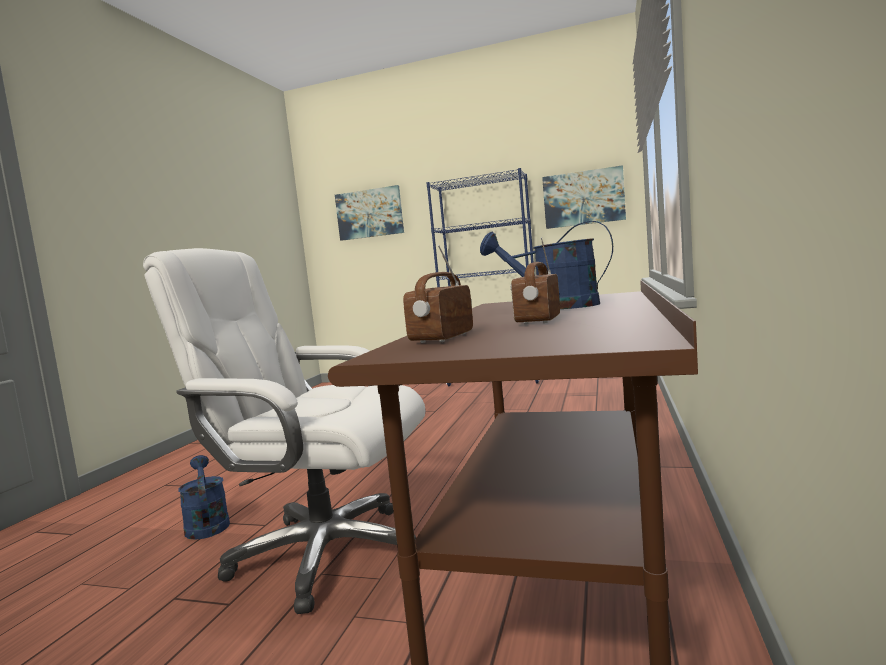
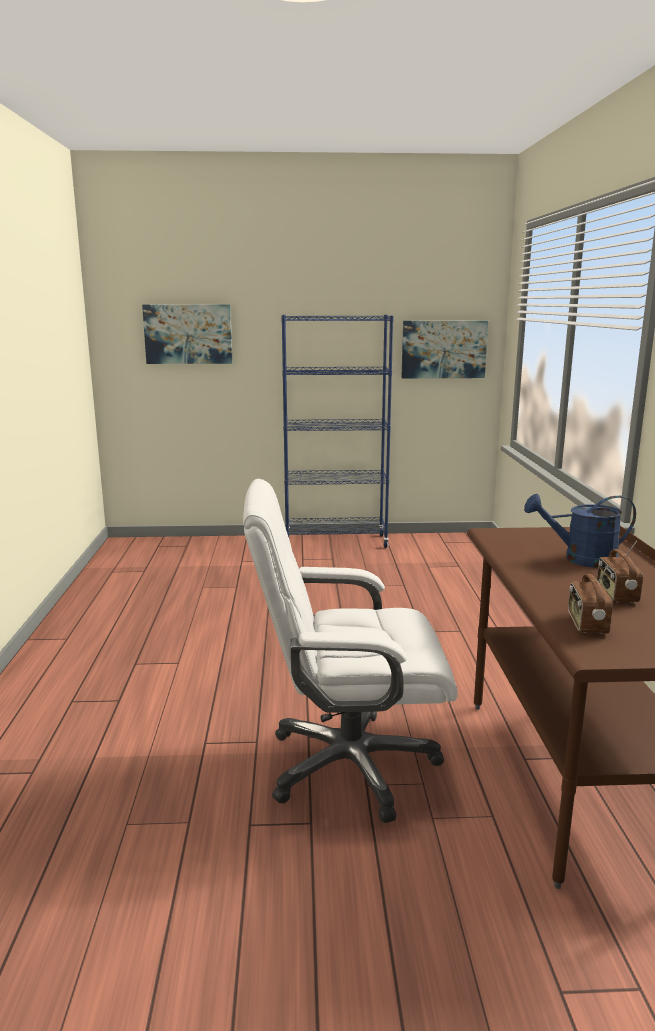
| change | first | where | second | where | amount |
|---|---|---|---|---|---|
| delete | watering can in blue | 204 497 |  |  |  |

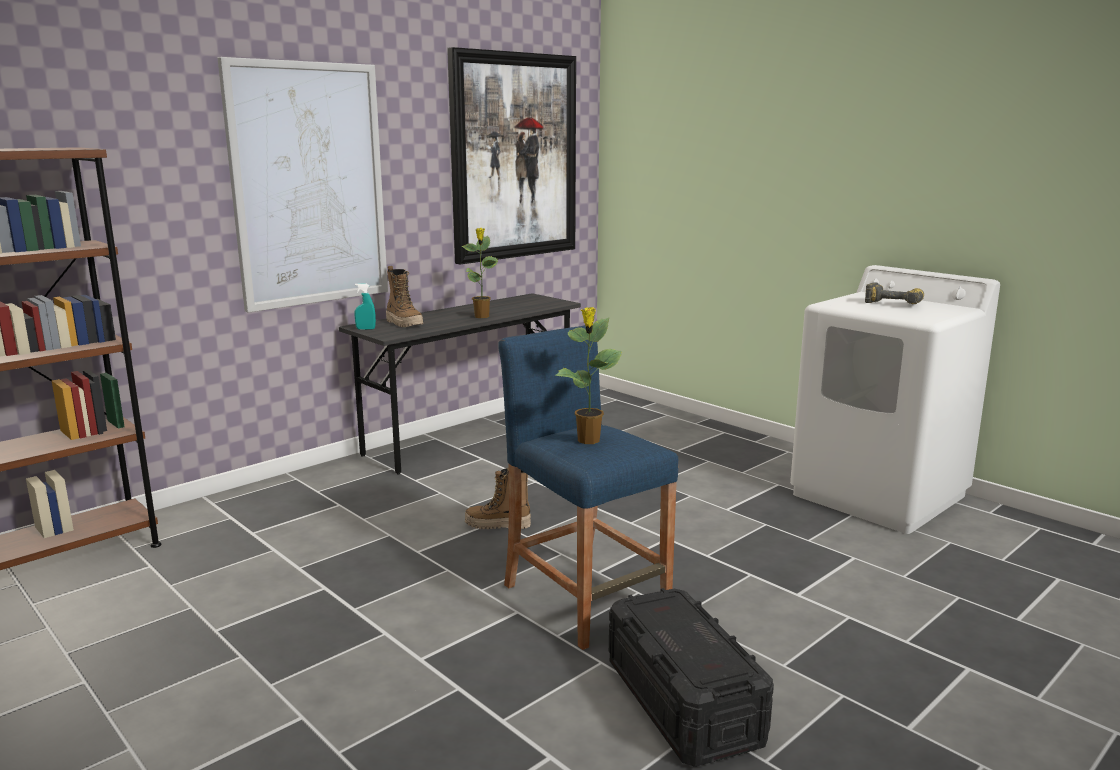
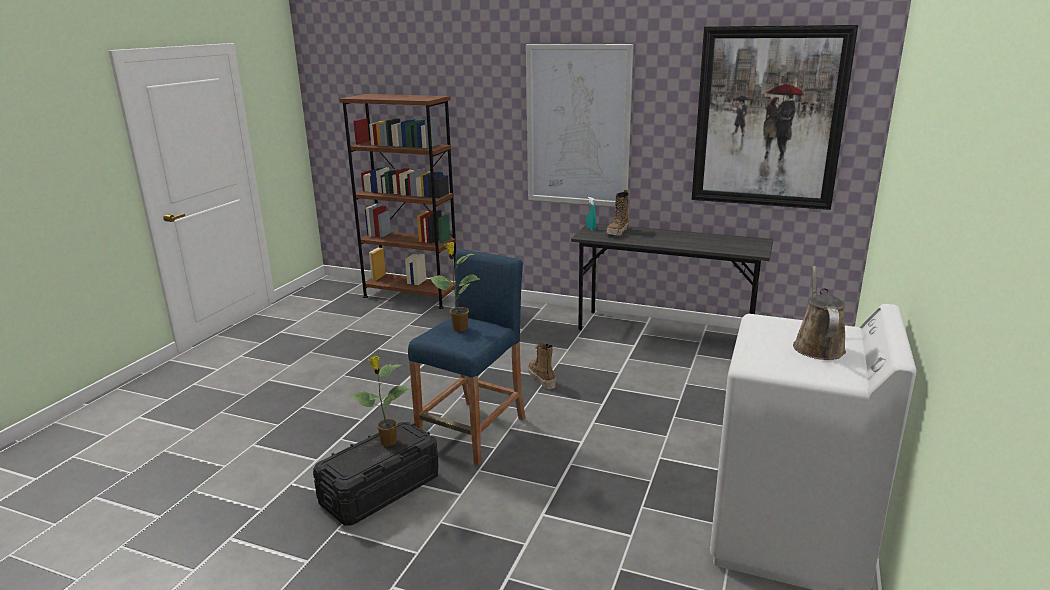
| change | first | where | second | where | amount |
|---|---|---|---|---|---|
| move | potted plant | 480 273 |  | 381 401 |  |
| replace | power drill | 894 293 | watering can in brown | 819 313 |  |

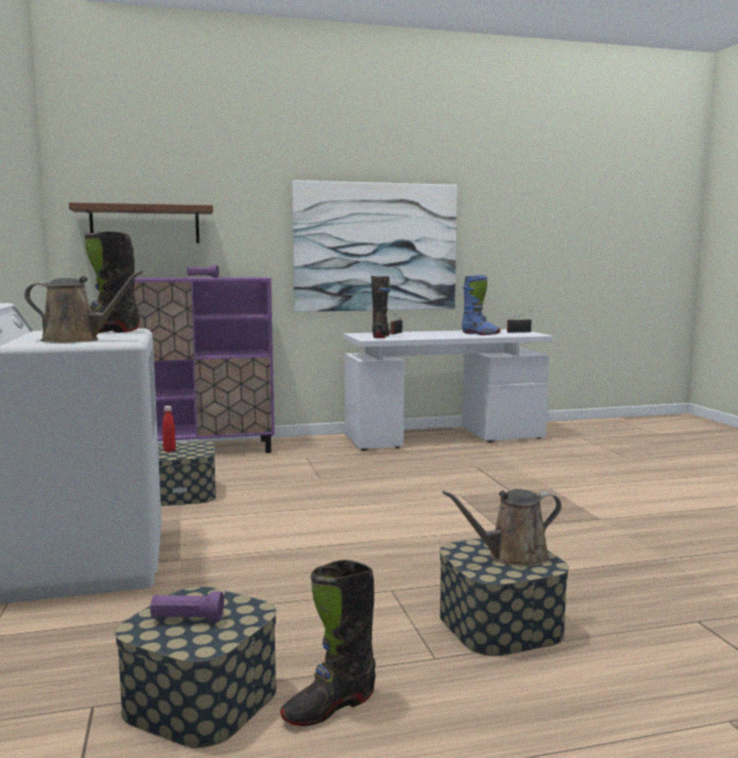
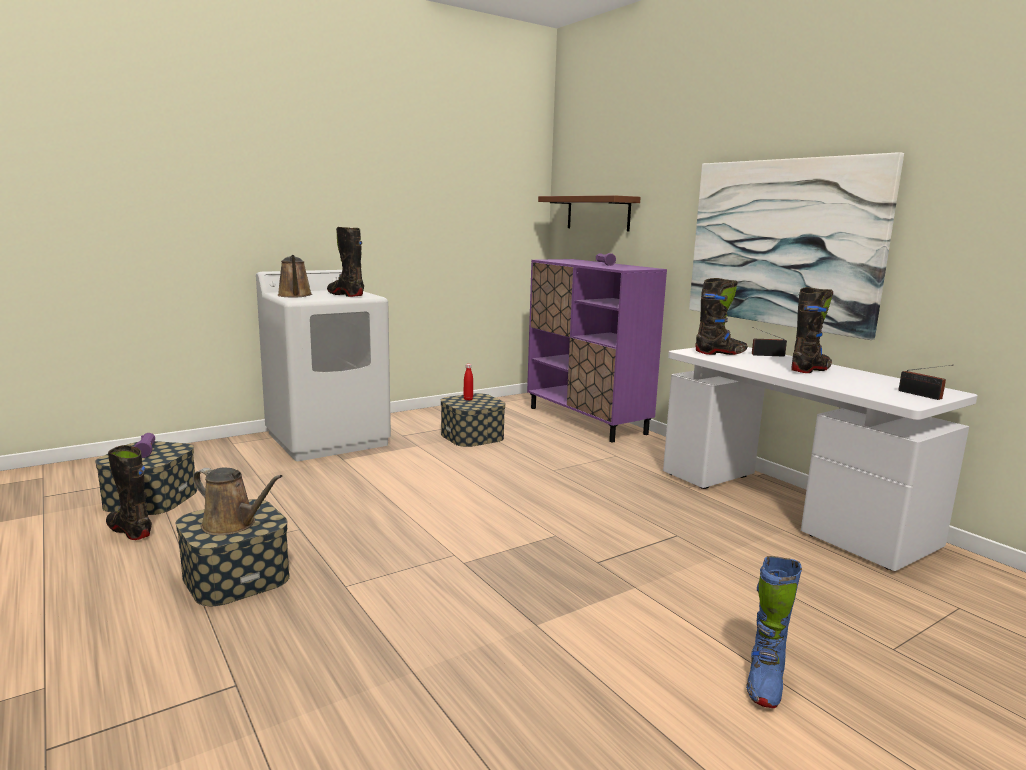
| change | first | where | second | where | amount |
|---|---|---|---|---|---|
| rotate | watering can in brown | 502 527 |  | 238 501 | 150 degrees clockwise |
| move | boot in blue | 481 305 |  | 774 632 |  |
| insert |  |  | boot in black | 812 330 |  |

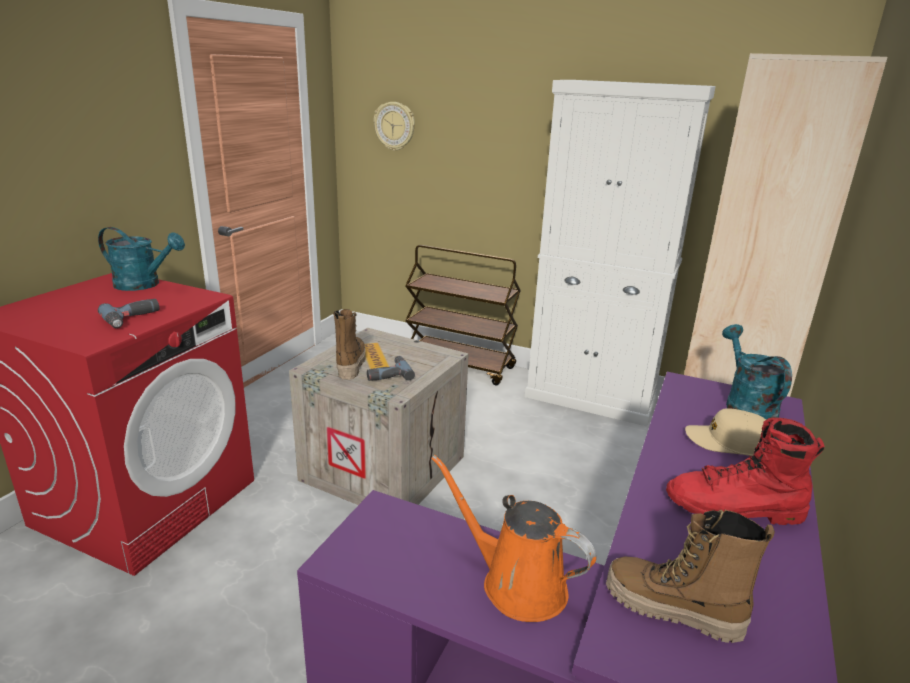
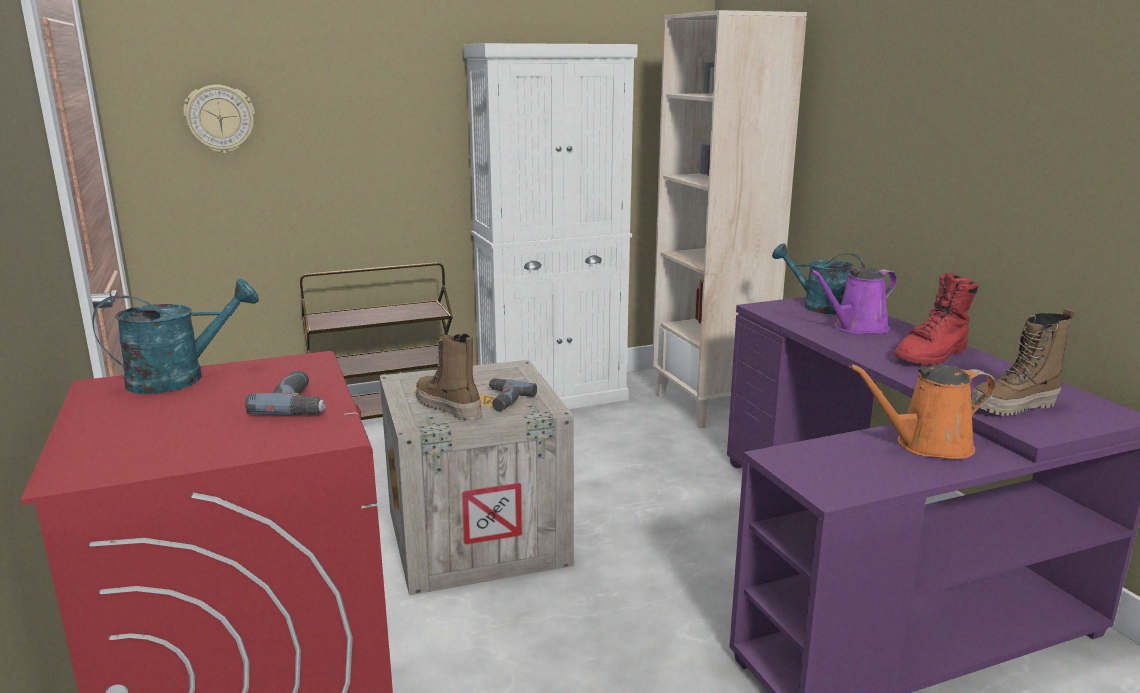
| change | first | where | second | where | amount |
|---|---|---|---|---|---|
| replace | cap in beige | 725 432 | watering can in purple | 853 300 |  |

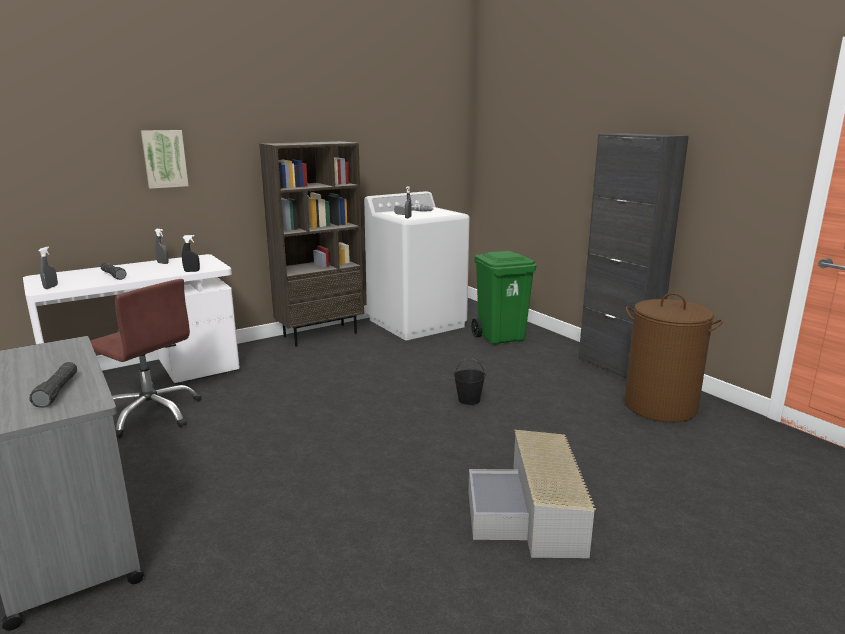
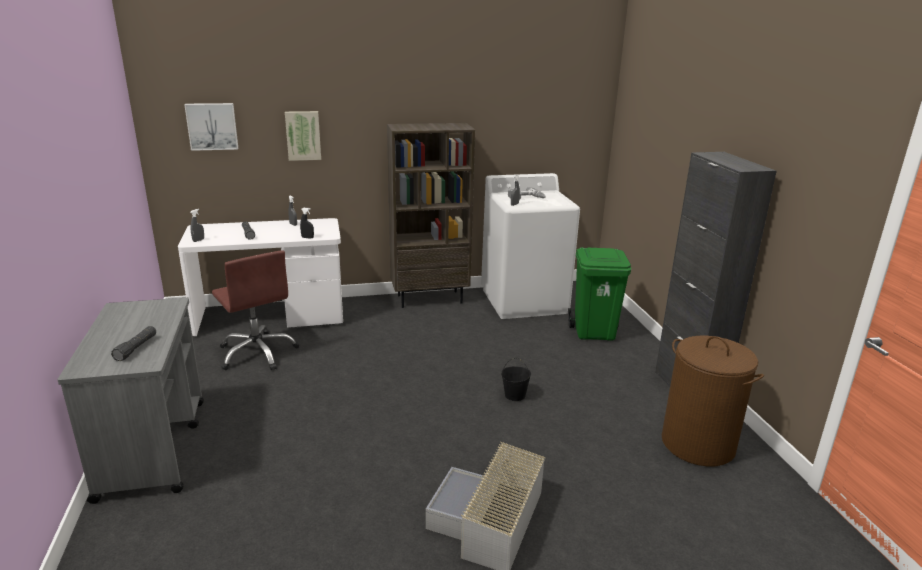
| change | first | where | second | where | amount |
|---|---|---|---|---|---|
| insert |  |  | picture | 211 127 |  |

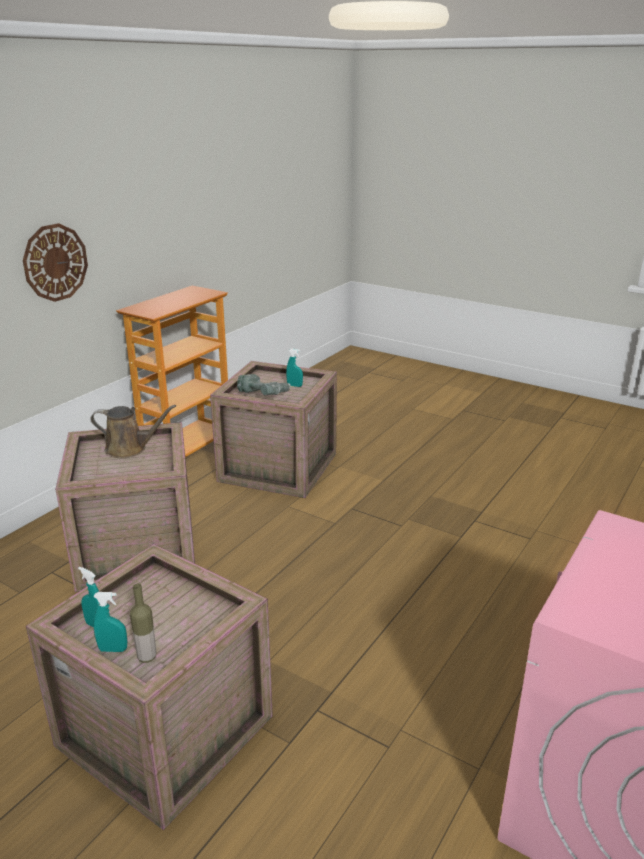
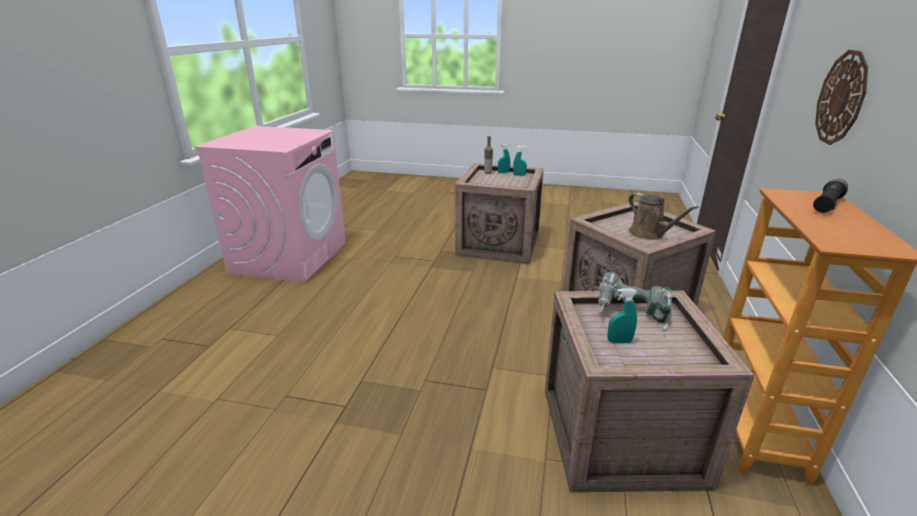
| change | first | where | second | where | amount |
|---|---|---|---|---|---|
| rotate | watering can in brown | 133 431 |  | 663 216 | 105 degrees counterclockwise |
| insert |  |  | flashlight in black | 830 196 |  |

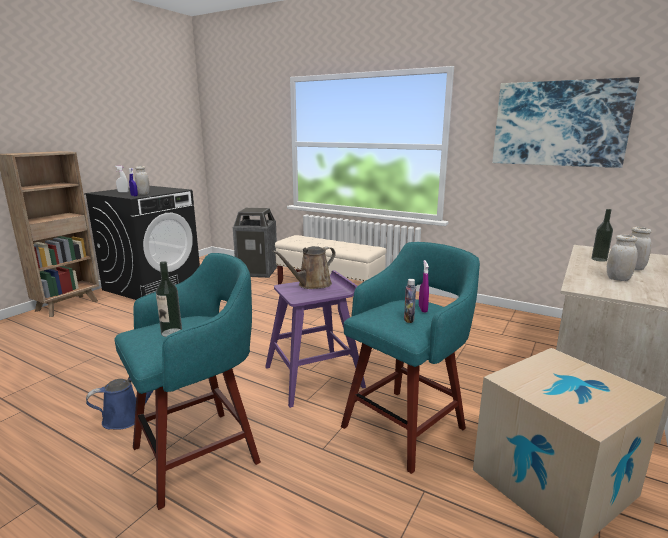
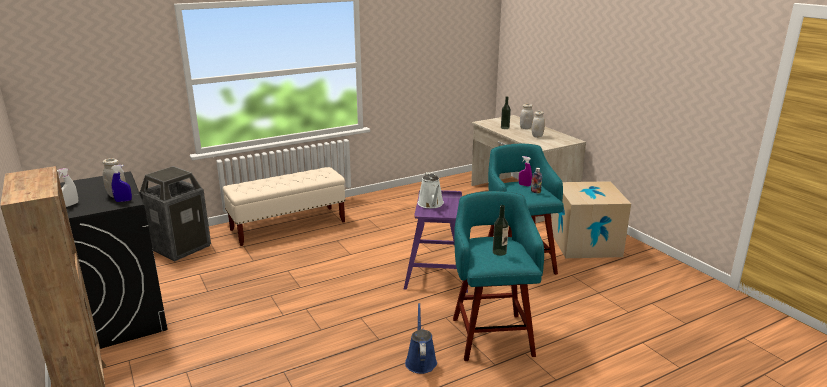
| change | first | where | second | where | amount |
|---|---|---|---|---|---|
| recolor | watering can in brown | 304 267 | watering can in white | 431 190 |  |
| delete | picture | 566 122 |  |  |  |

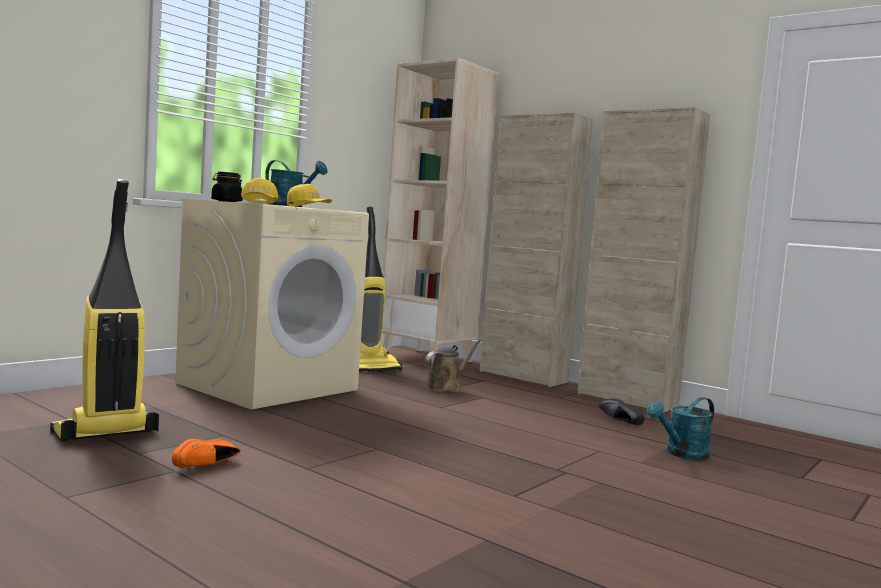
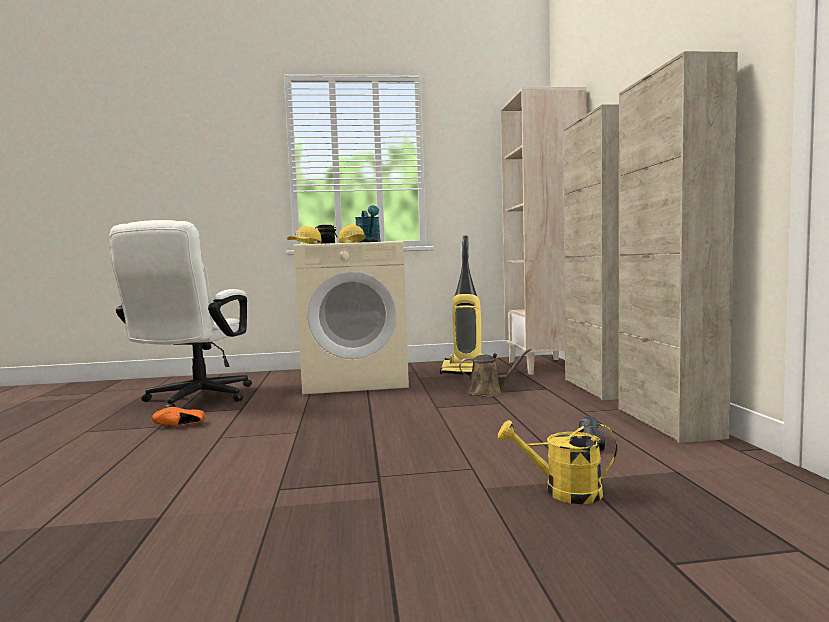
| change | first | where | second | where | amount |
|---|---|---|---|---|---|
| replace | vacuum cleaner | 104 310 | office chair in white | 180 314 |  |
| recolor | watering can in turquoise | 680 428 | watering can in yellow | 557 462 |  |

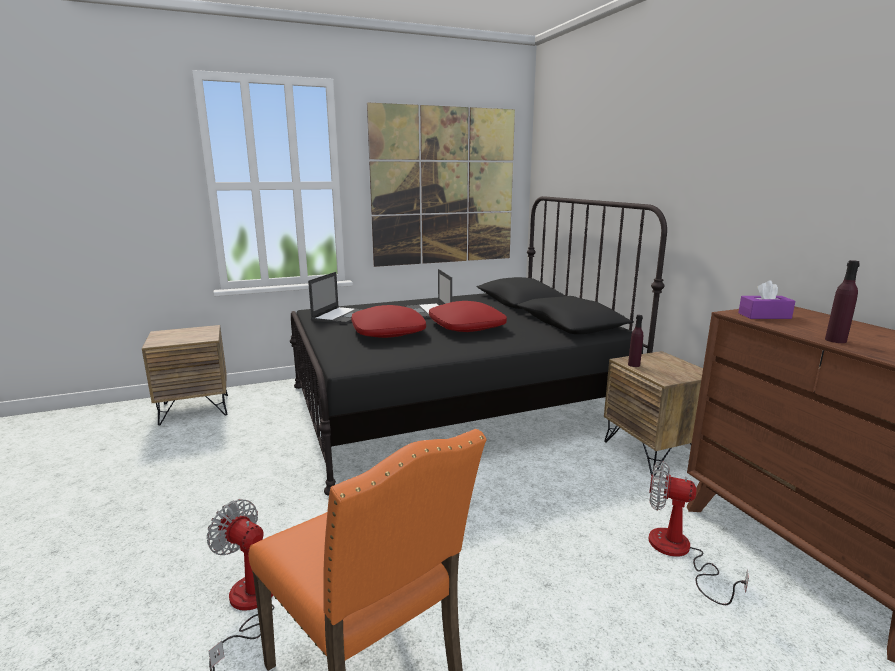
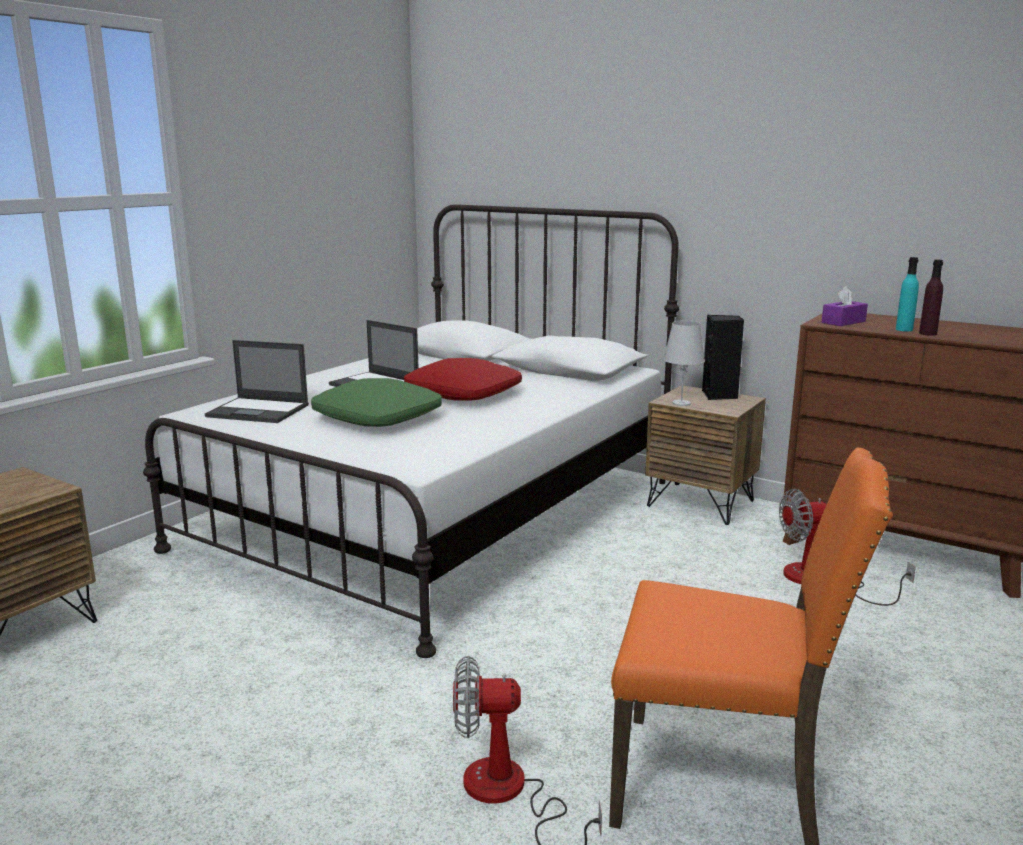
| change | first | where | second | where | amount |
|---|---|---|---|---|---|
| recolor | bed in black | 478 346 | bed in white | 411 431 |  |
| rotate | laptop | 336 298 |  | 257 381 | 120 degrees clockwise |
| recolor | pillow in red | 388 321 | pillow in green | 376 402 |  |
| replace | bottle in purple | 635 341 | table lamp in white | 684 363 |  |
| insert |  |  | speaker in black | 723 357 |  |
| insert |  |  | bottle in turquoise | 907 294 |  |
| delete | picture | 441 184 |  |  |  |

